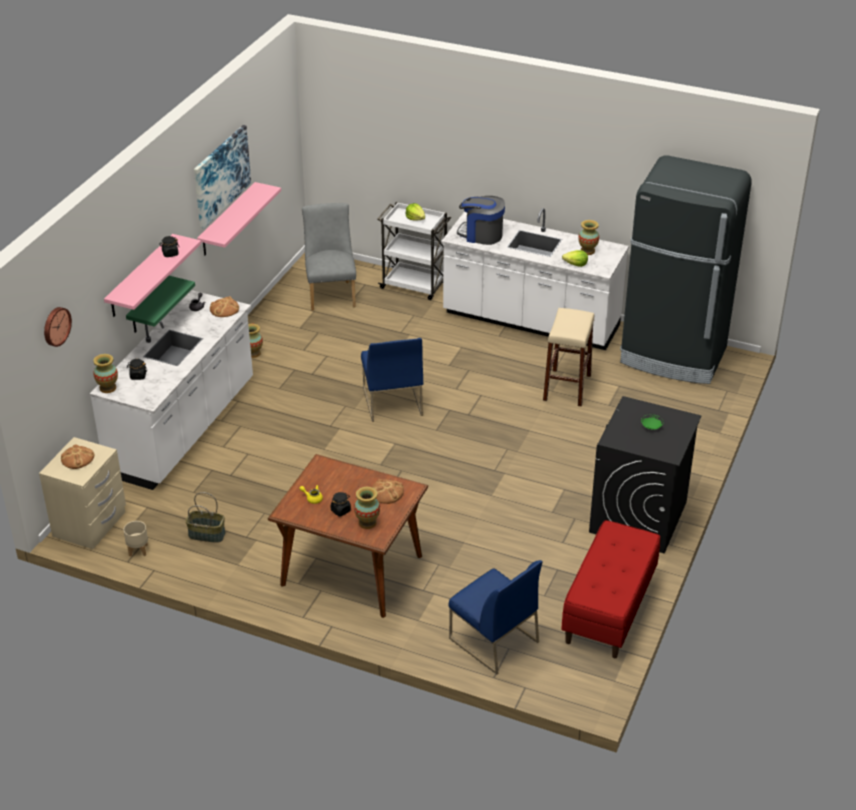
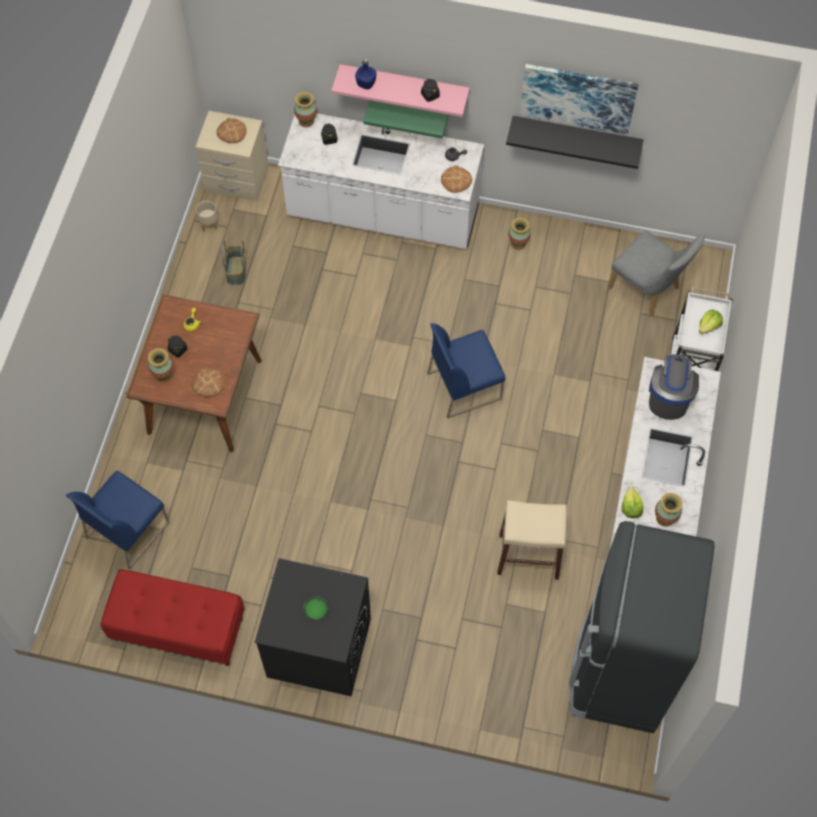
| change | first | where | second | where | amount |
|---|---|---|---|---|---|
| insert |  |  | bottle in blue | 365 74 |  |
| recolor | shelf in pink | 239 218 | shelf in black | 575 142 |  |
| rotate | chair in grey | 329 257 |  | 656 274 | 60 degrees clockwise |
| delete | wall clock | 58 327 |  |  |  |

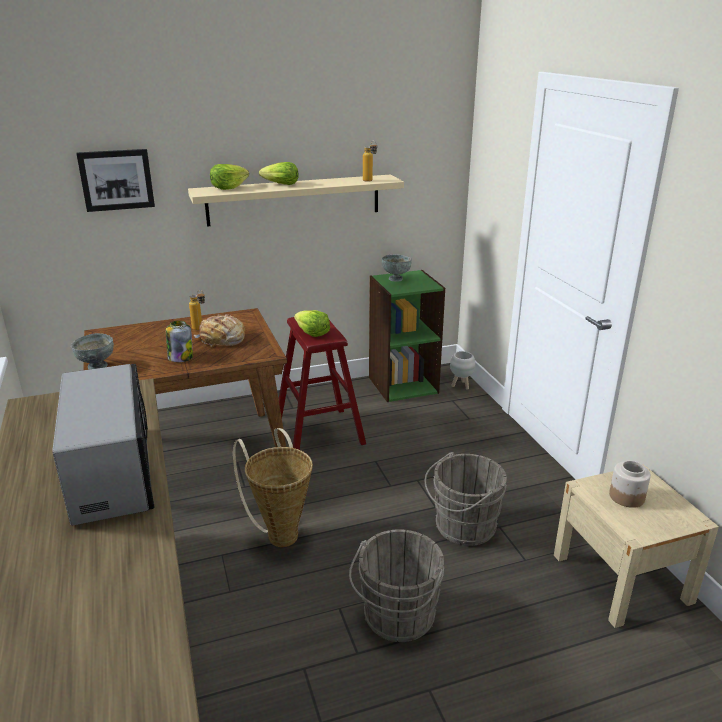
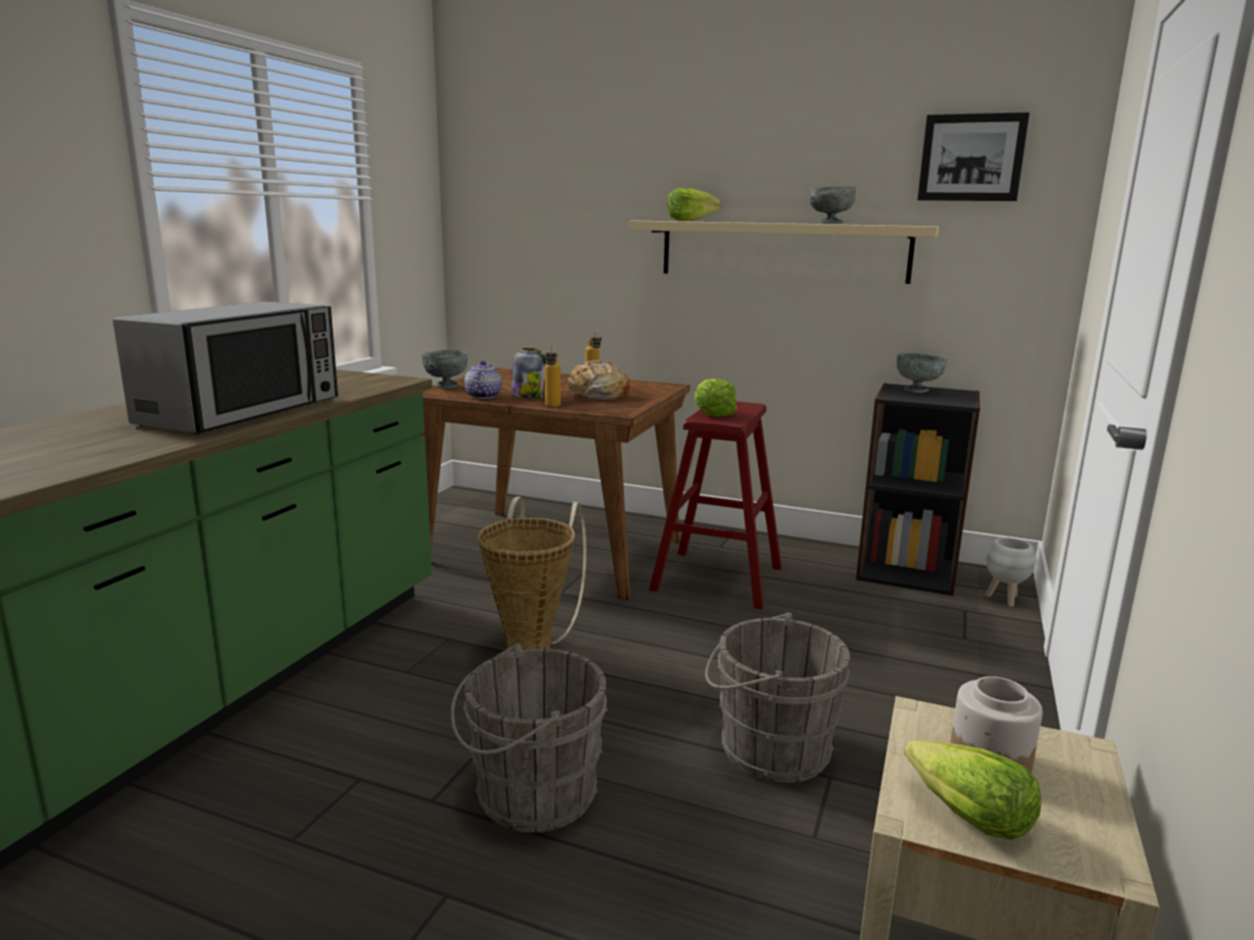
| change | first | where | second | where | amount |
|---|---|---|---|---|---|
| insert |  |  | teapot | 483 380 |  |
| move | bottle | 370 161 |  | 553 376 |  |
| insert |  |  | bowl in grey | 832 205 |  |
| recolor | bookcase in green | 407 336 | bookcase in black | 918 489 |  |
| move | lettuce | 279 173 |  | 972 790 |  |
| move | picture | 115 180 |  | 973 156 |  |

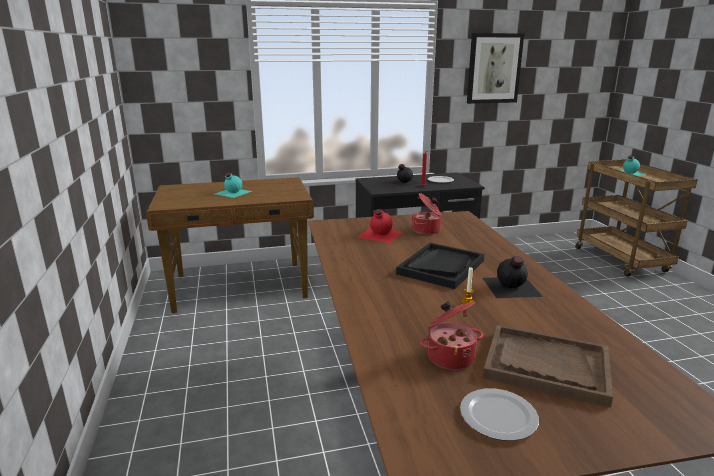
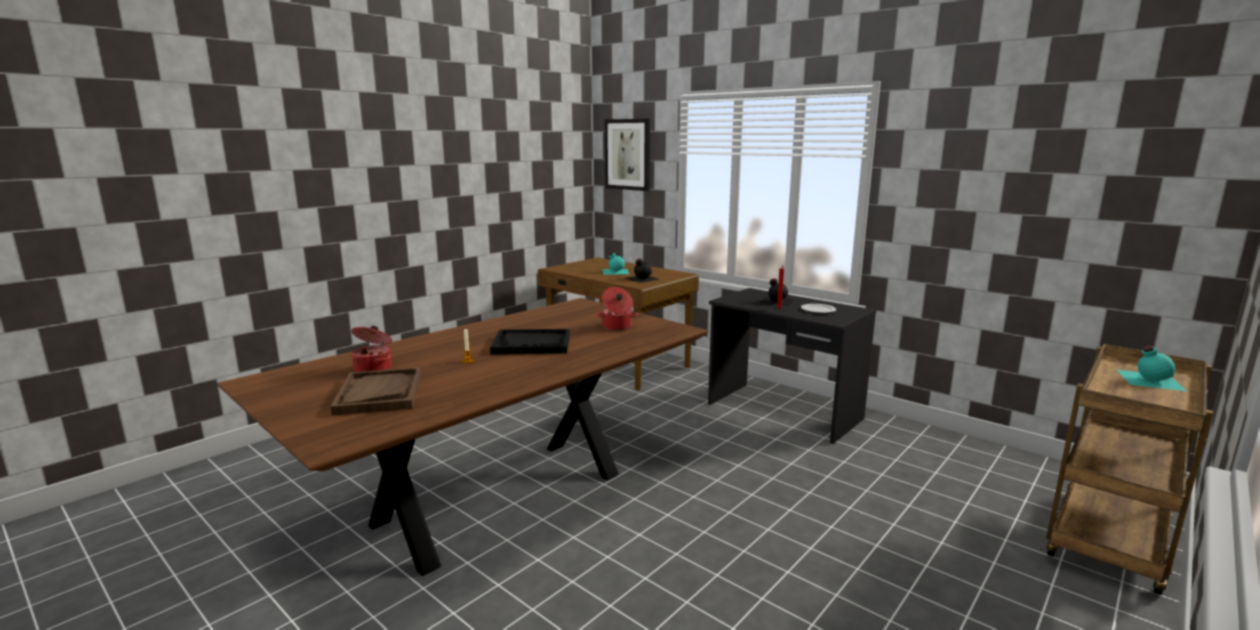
| change | first | where | second | where | amount |
|---|---|---|---|---|---|
| move | picture | 495 68 |  | 627 155 |  |
| move | bottle in black | 513 277 |  | 641 270 |  |
| delete | bottle in red | 380 226 |  |  |  |
| delete | plate | 499 414 |  |  |  |

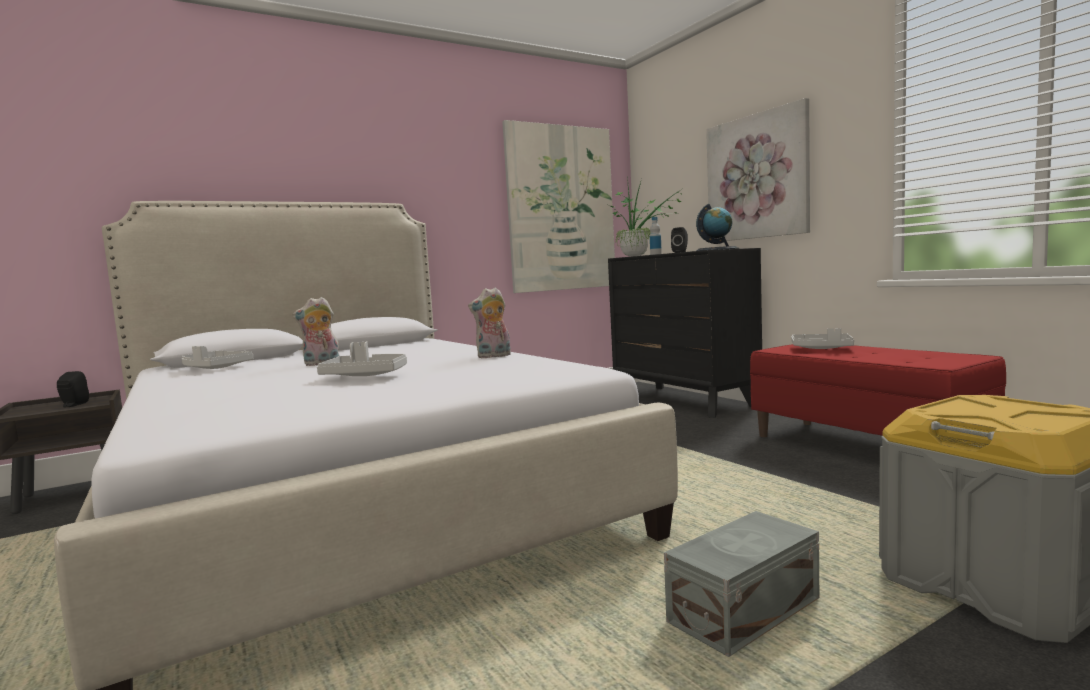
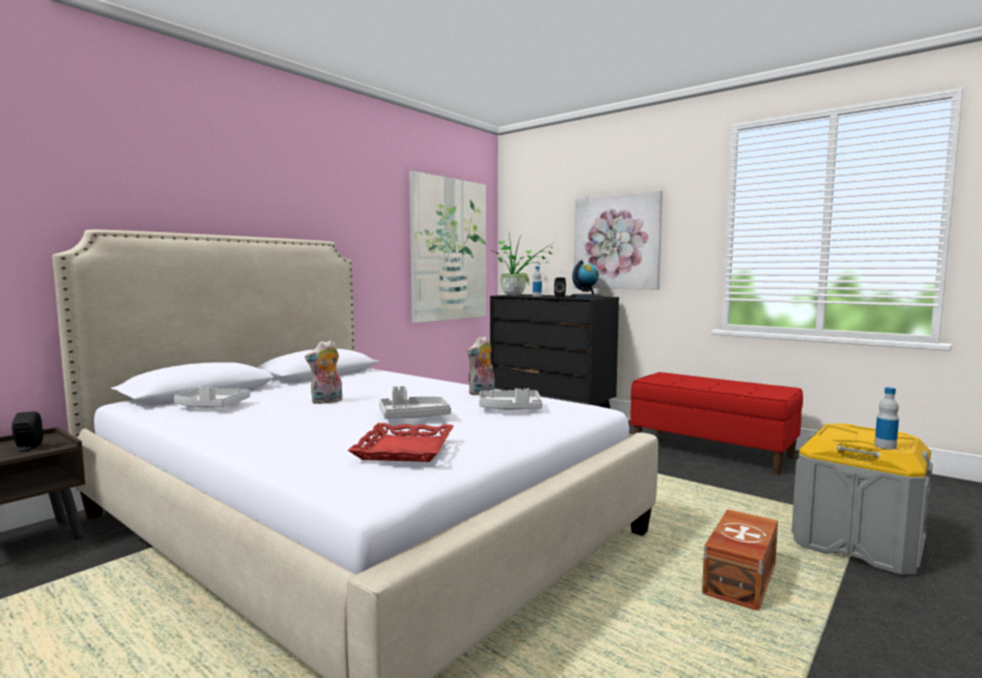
| change | first | where | second | where | amount |
|---|---|---|---|---|---|
| insert |  |  | tray in red | 401 442 |  |
| move | tray in grey | 822 338 |  | 510 399 |  |
| recolor | storage box in grey | 741 584 | storage box in brown | 740 560 |  |
| insert |  |  | bottle | 887 418 |  |

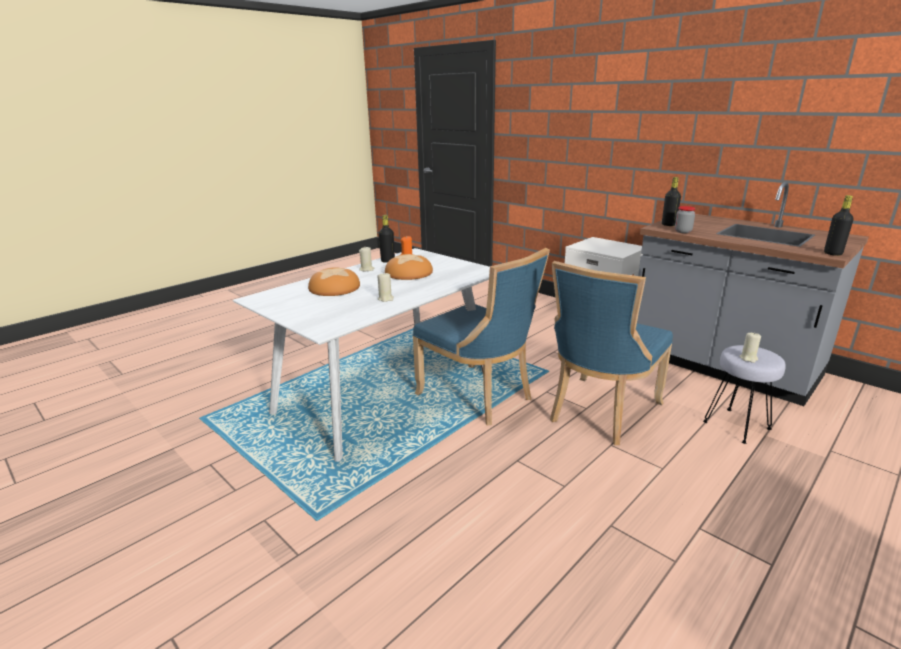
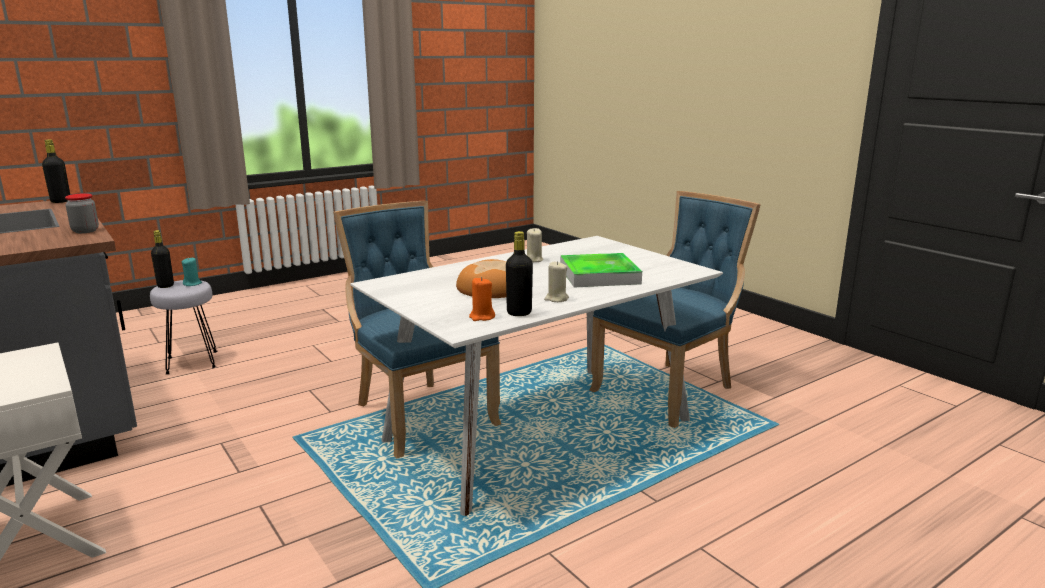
| change | first | where | second | where | amount |
|---|---|---|---|---|---|
| move | bottle in black | 671 201 |  | 162 259 |  |
| recolor | candle in beige | 750 347 | candle in turquoise | 192 271 |  |
| replace | bread | 334 281 | tray | 601 270 |  |
| move | chair in blue | 611 353 |  | 675 309 |  |

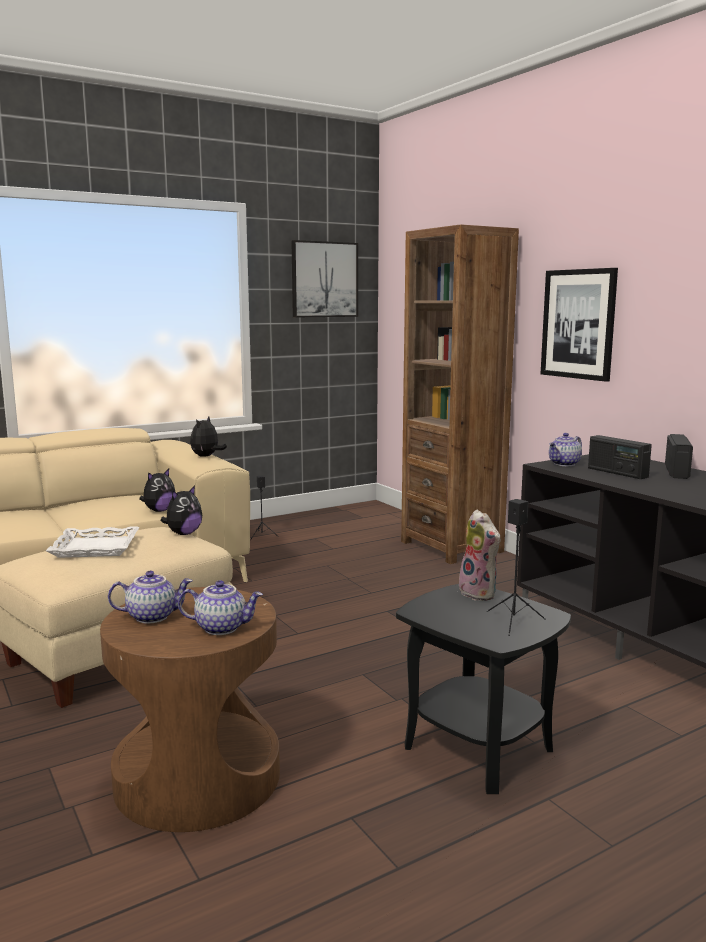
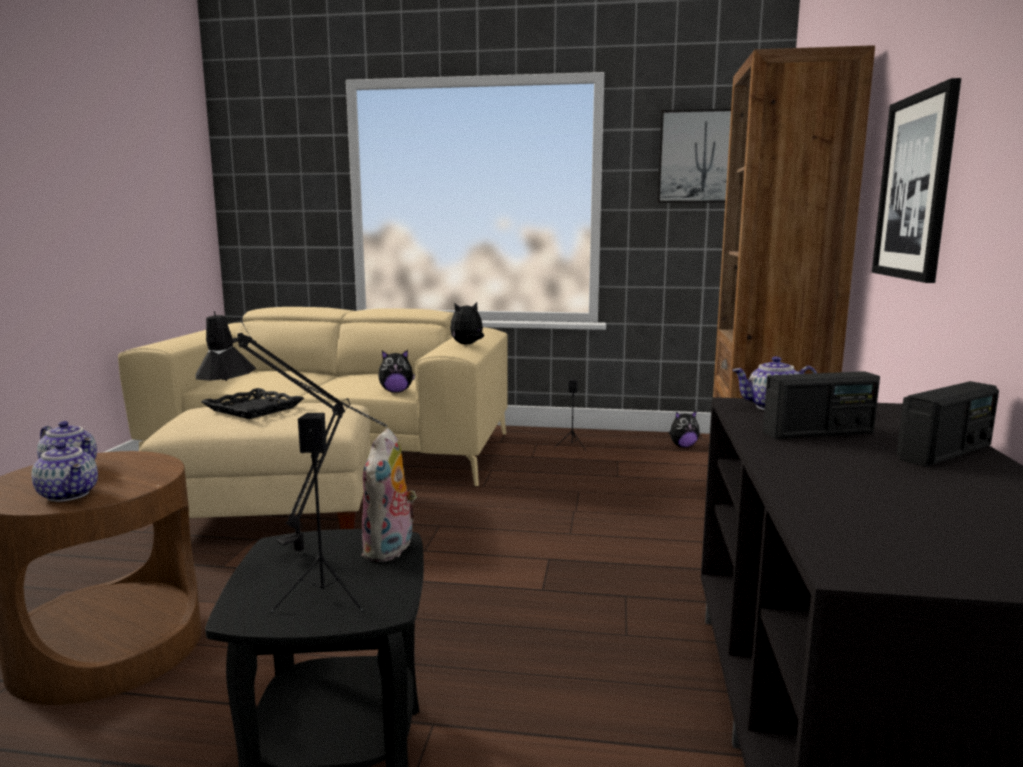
| change | first | where | second | where | amount |
|---|---|---|---|---|---|
| insert |  |  | table lamp in black | 291 433 |  |
| recolor | tray in white | 92 542 | tray in black | 252 403 |  |
| move | plush toy | 181 510 |  | 684 429 |  |
| rotate | radio | 620 457 |  | 821 405 | 105 degrees counterclockwise |

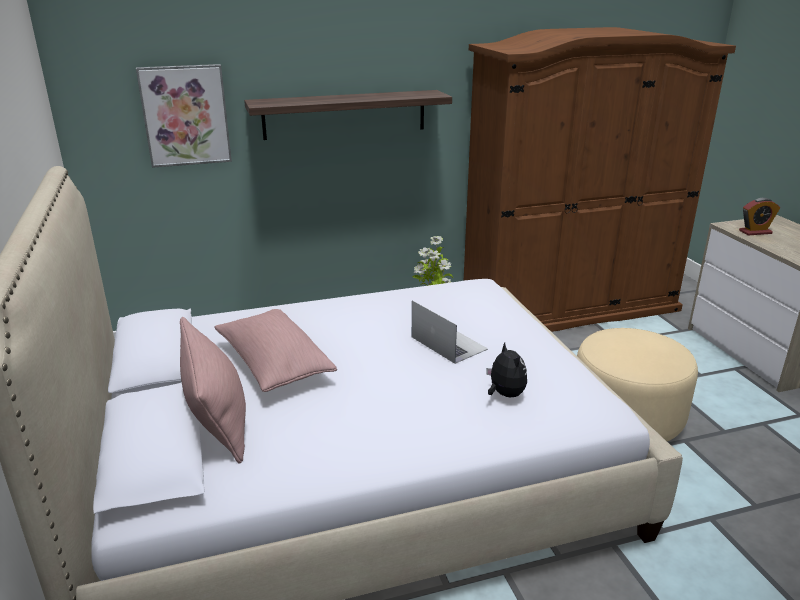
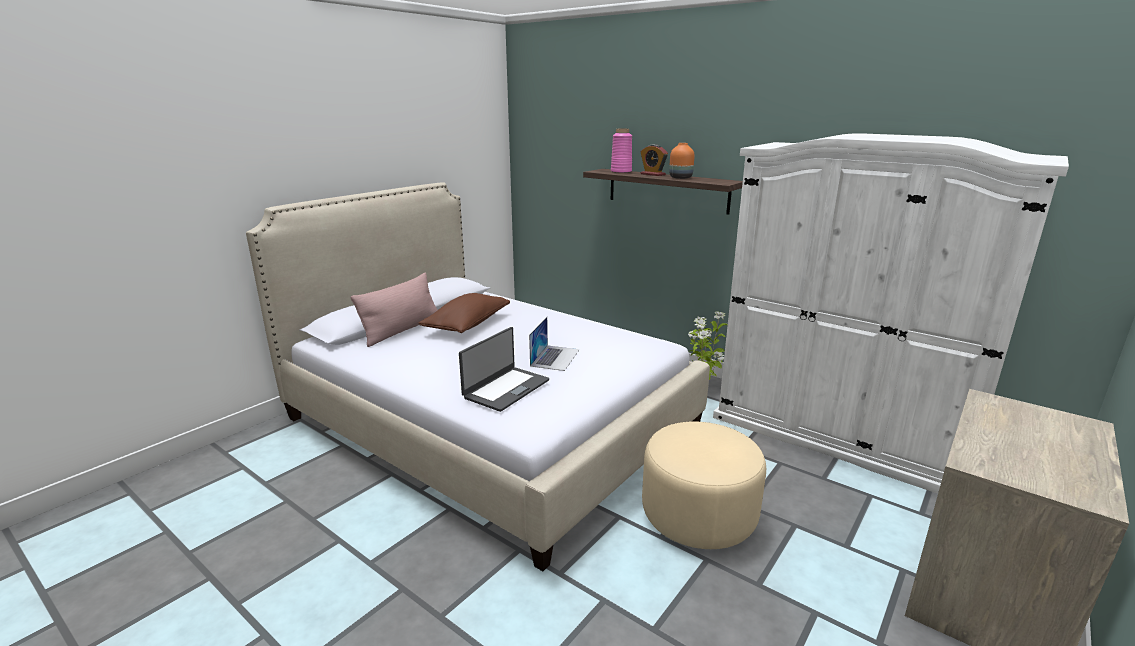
| change | first | where | second | where | amount |
|---|---|---|---|---|---|
| recolor | pillow in pink | 275 350 | pillow in brown | 464 313 |  |
| replace | plush toy | 506 369 | laptop | 504 369 |  |
| insert |  |  | vase in pink | 621 151 |  |
| move | alarm clock | 759 217 |  | 654 160 |  |
| insert |  |  | vase in orange | 681 161 |  |
| recolor | wardrobe in brown | 600 179 | wardrobe in white | 891 313 |  |
| delete | picture | 184 116 |  |  |  |

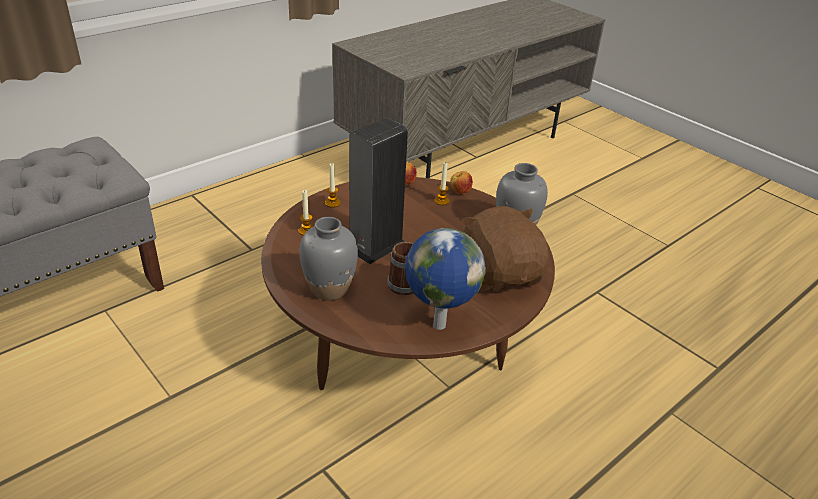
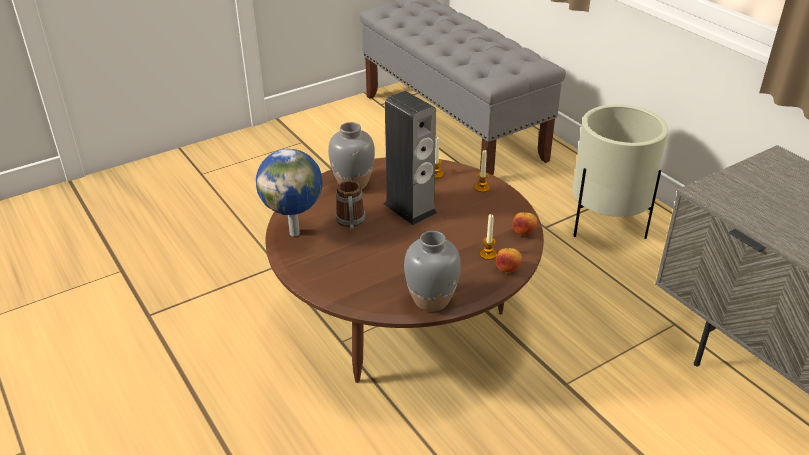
| change | first | where | second | where | amount |
|---|---|---|---|---|---|
| insert |  |  | planter in beige | 620 171 |  |
| delete | plush toy in brown | 505 249 |  |  |  |

